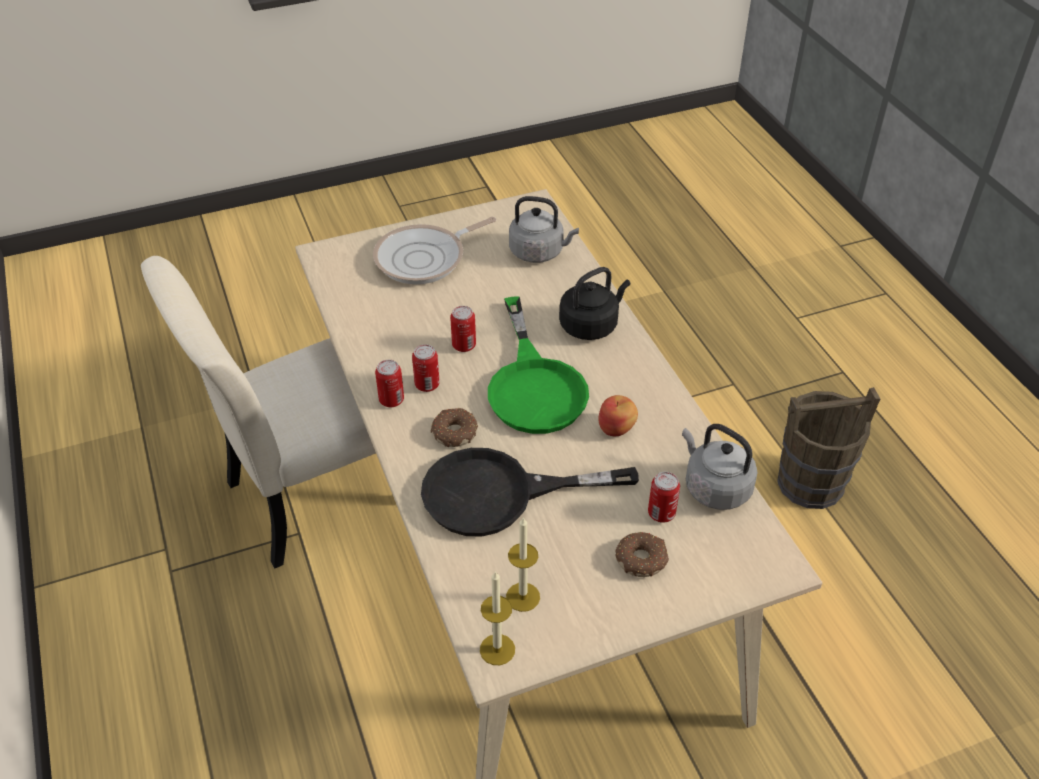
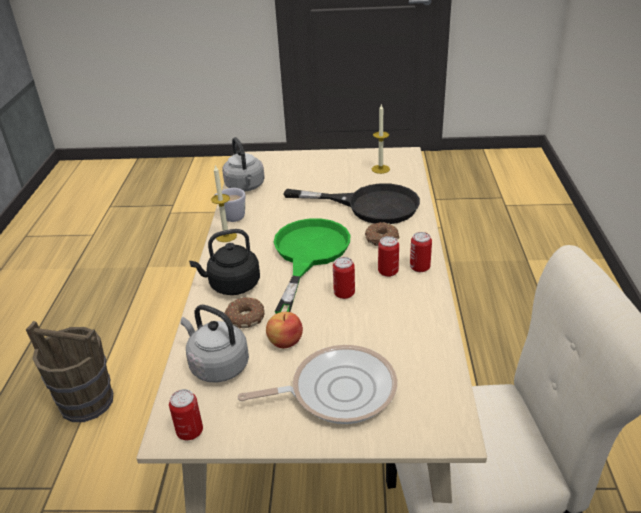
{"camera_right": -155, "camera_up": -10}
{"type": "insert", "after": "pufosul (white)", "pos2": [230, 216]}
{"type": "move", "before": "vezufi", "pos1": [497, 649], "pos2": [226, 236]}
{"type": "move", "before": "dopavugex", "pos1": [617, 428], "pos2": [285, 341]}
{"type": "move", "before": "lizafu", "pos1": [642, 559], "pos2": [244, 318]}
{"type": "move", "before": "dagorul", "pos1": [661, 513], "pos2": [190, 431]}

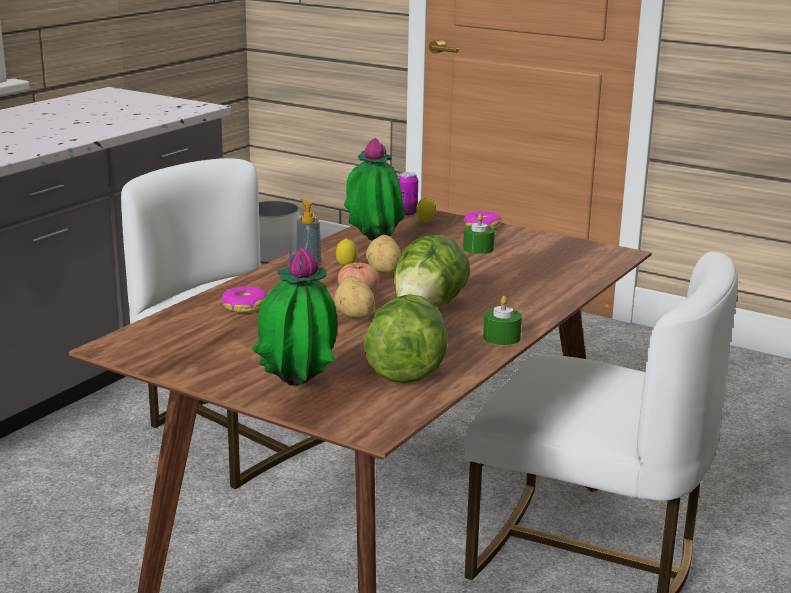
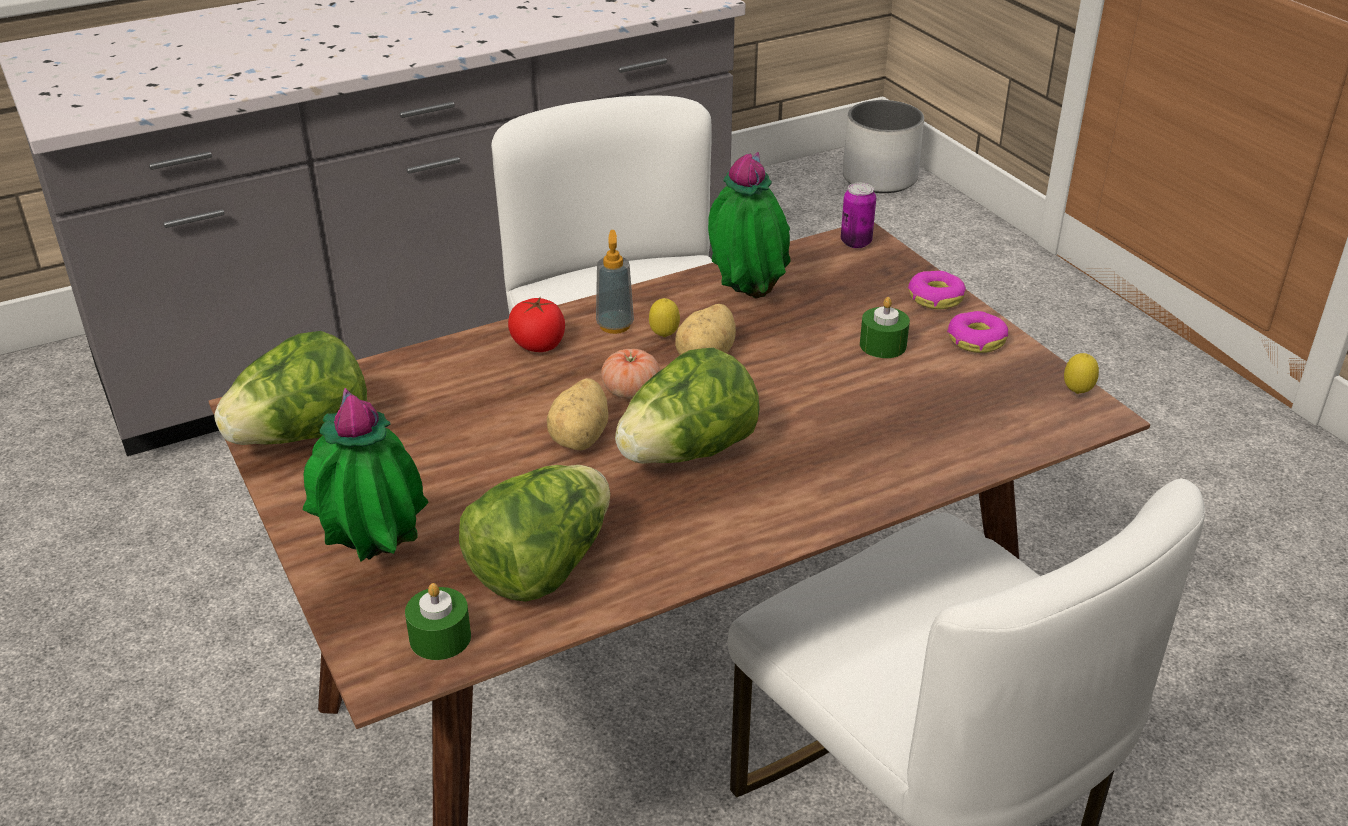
{"camera_right": 30, "camera_up": 15}
{"type": "insert", "after": "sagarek", "pos2": [302, 435]}
{"type": "insert", "after": "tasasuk", "pos2": [538, 345]}
{"type": "move", "before": "lizafu", "pos1": [244, 306], "pos2": [976, 340]}
{"type": "move", "before": "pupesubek", "pos1": [425, 223], "pos2": [1077, 393]}
{"type": "move", "before": "vezufi (green)", "pos1": [501, 337], "pos2": [440, 637]}

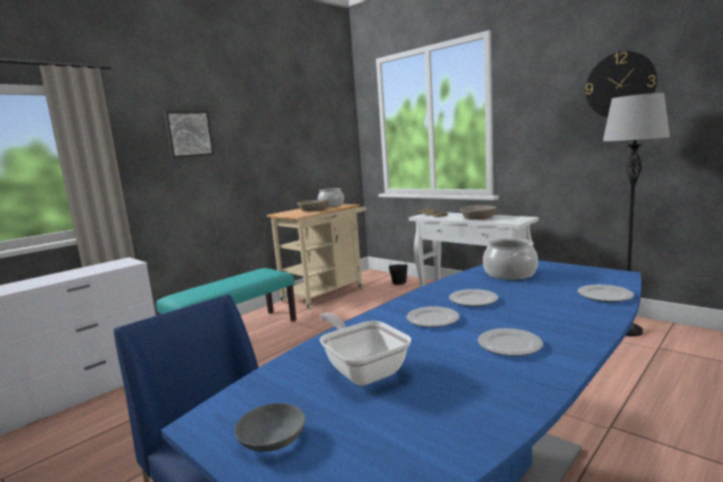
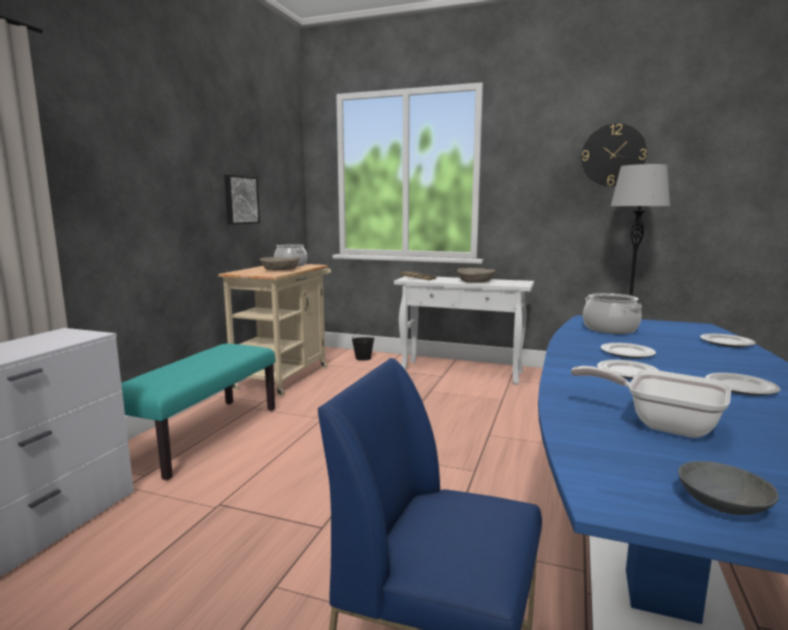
{"camera_right": -25, "camera_up": 0}
{"type": "move", "before": "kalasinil", "pos1": [188, 134], "pos2": [240, 200]}

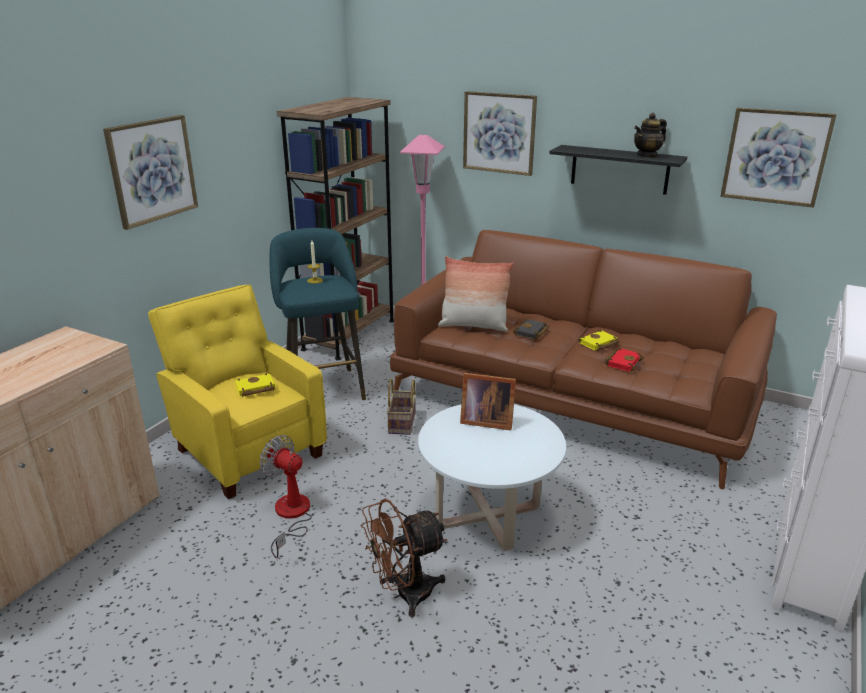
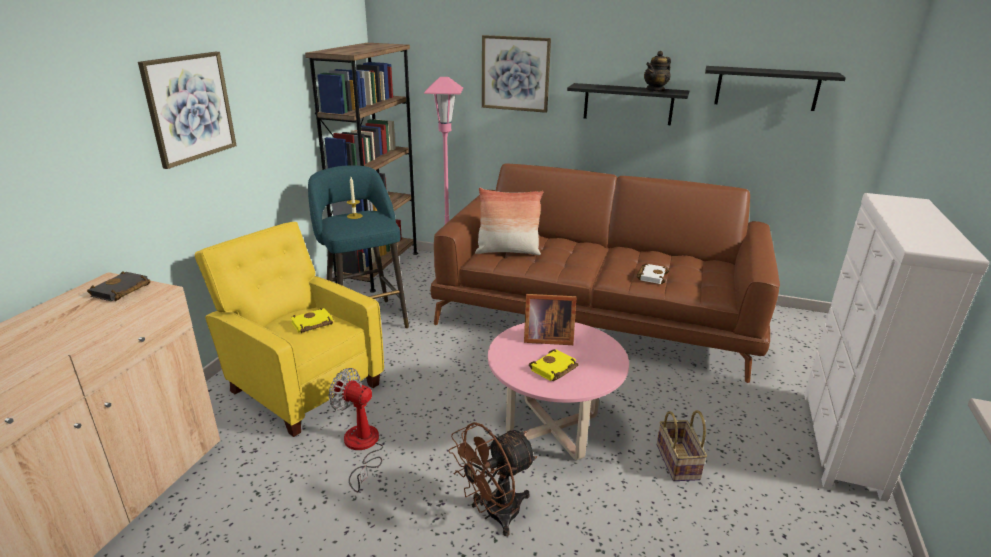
{"camera_right": -10, "camera_up": 0}
{"type": "move", "before": "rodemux", "pos1": [402, 423], "pos2": [679, 463]}
{"type": "move", "before": "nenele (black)", "pos1": [531, 332], "pos2": [121, 291]}
{"type": "move", "before": "nenele (yellow)", "pos1": [598, 344], "pos2": [553, 369]}
{"type": "replace", "before": "kalasinil", "after": "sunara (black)", "pos1": [775, 156], "pos2": [767, 88]}
{"type": "recolor", "before": "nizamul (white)", "after": "nizamul (pink)", "pos1": [488, 516], "pos2": [552, 428]}
{"type": "recolor", "before": "nenele (red)", "after": "nenele (white)", "pos1": [622, 362], "pos2": [651, 276]}

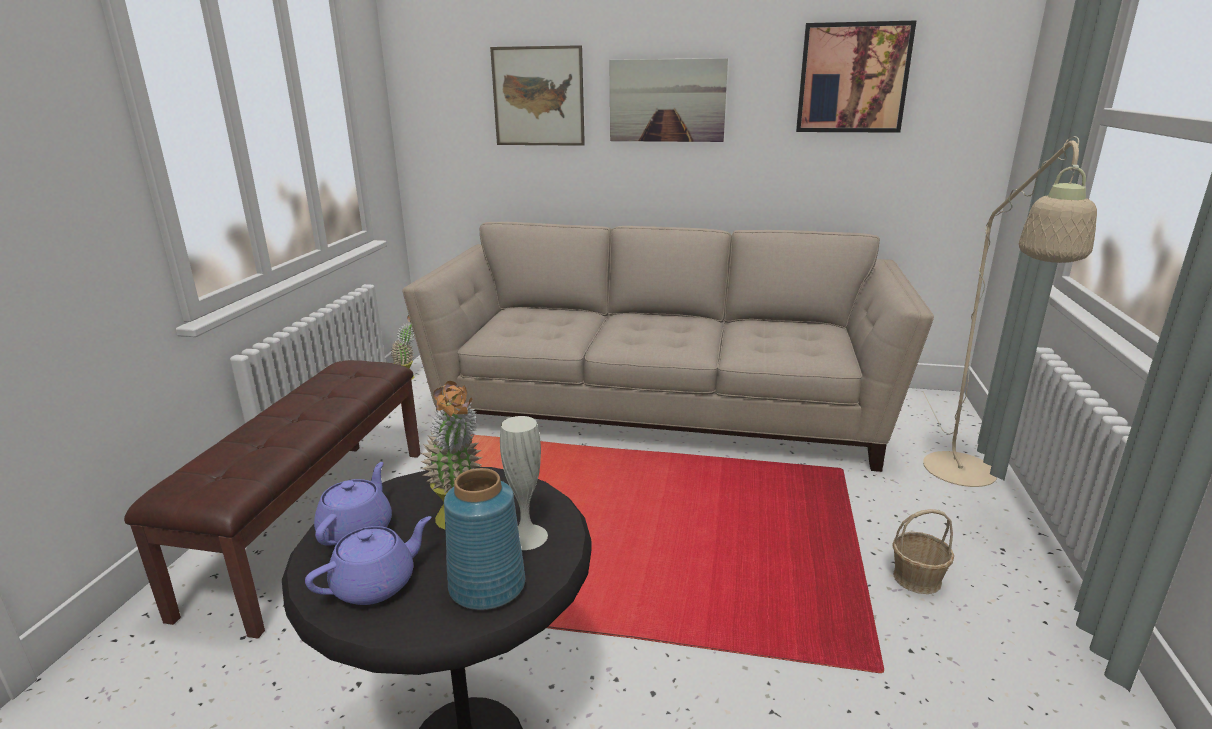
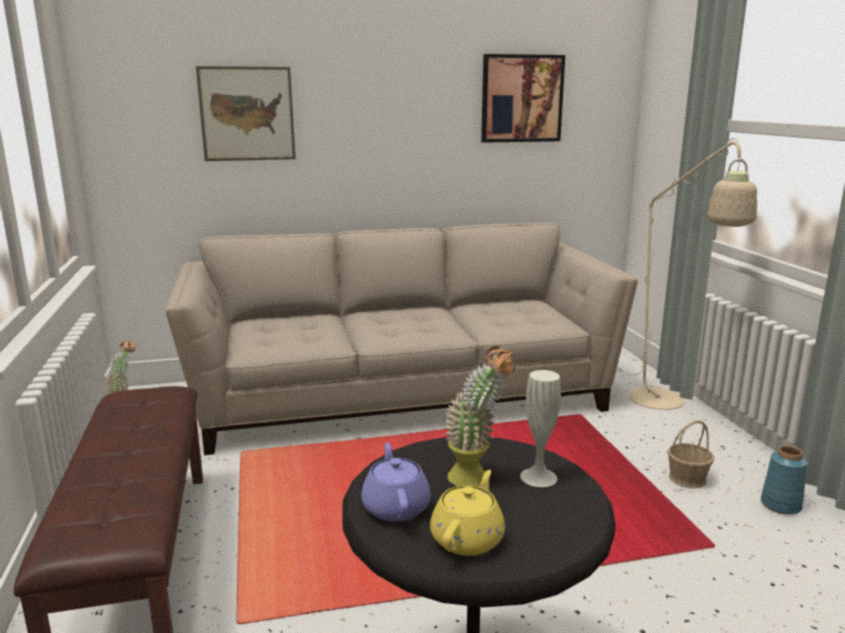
{"camera_right": -25, "camera_up": -5}
{"type": "delete", "before": "kalasinil", "pos1": [667, 100]}
{"type": "move", "before": "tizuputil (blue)", "pos1": [486, 586], "pos2": [780, 505]}
{"type": "recolor", "before": "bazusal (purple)", "after": "bazusal (yellow)", "pos1": [376, 584], "pos2": [468, 538]}

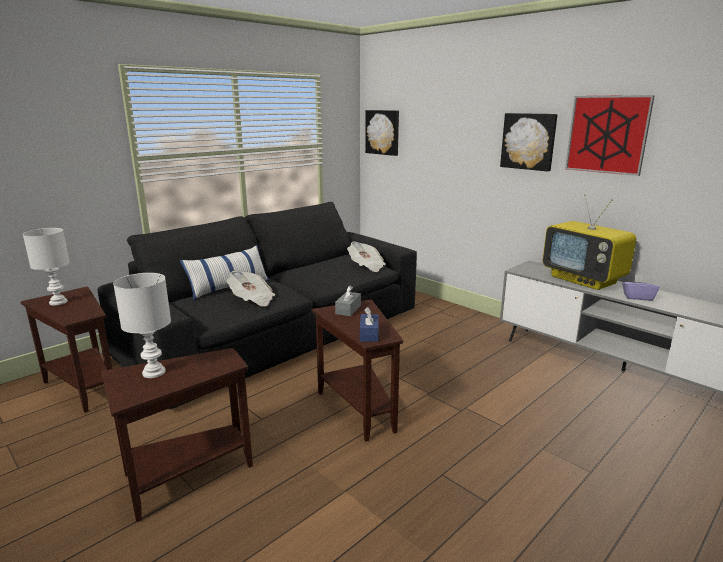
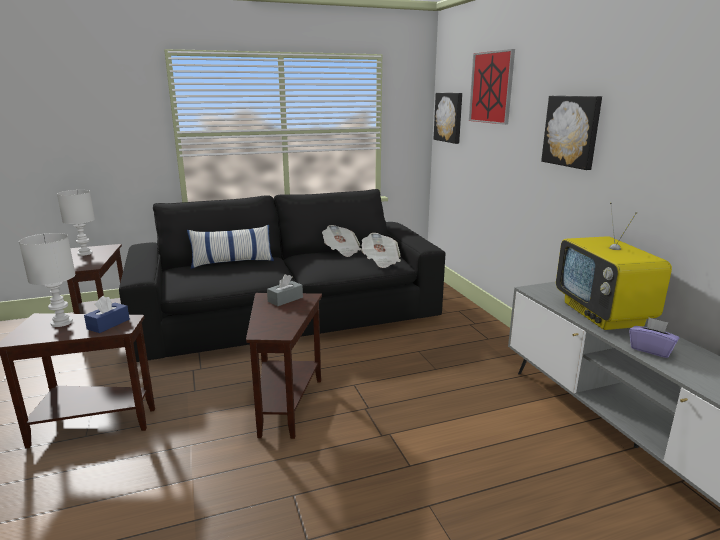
{"camera_right": 25, "camera_up": 0}
{"type": "move", "before": "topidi", "pos1": [252, 300], "pos2": [342, 251]}
{"type": "move", "before": "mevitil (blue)", "pos1": [369, 334], "pos2": [108, 324]}
{"type": "move", "before": "kalasinil", "pos1": [607, 134], "pos2": [491, 87]}

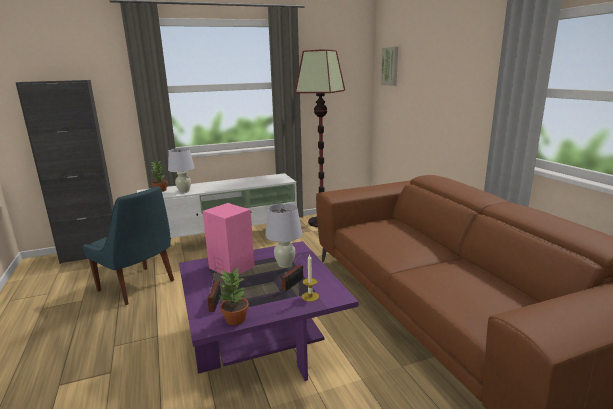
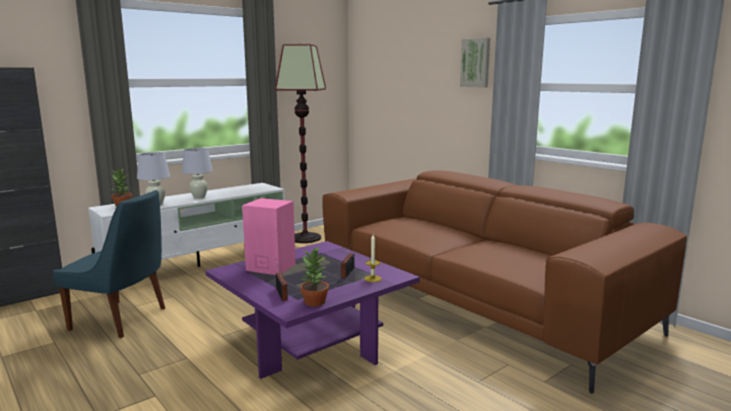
{"camera_right": -20, "camera_up": -5}
{"type": "move", "before": "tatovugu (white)", "pos1": [285, 264], "pos2": [199, 197]}
{"type": "move", "before": "kalasinil", "pos1": [390, 66], "pos2": [476, 63]}

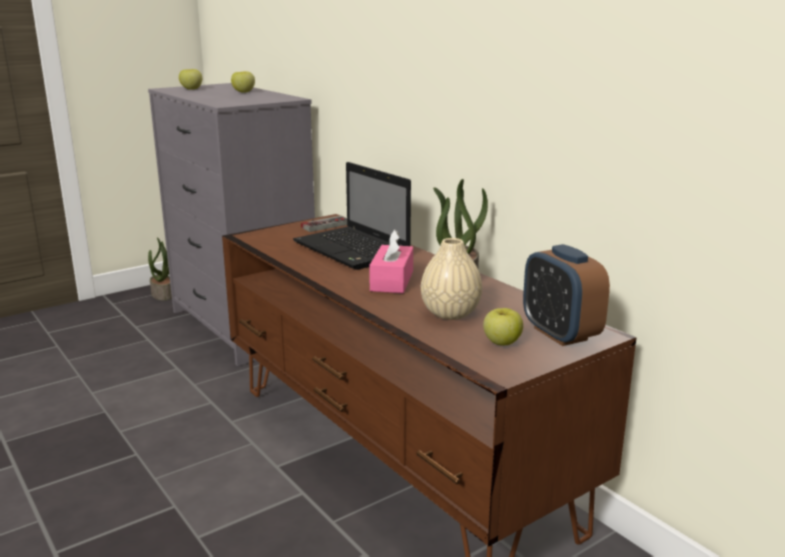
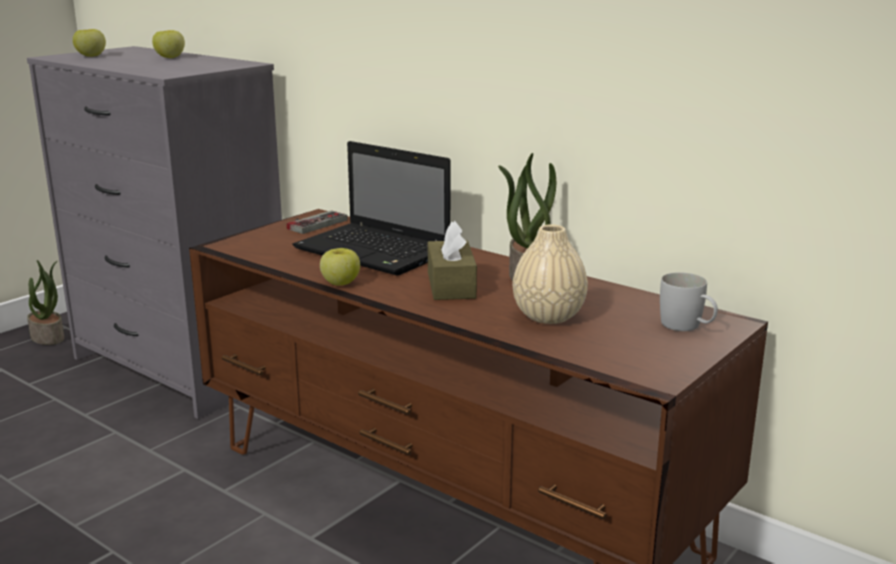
{"camera_right": -15, "camera_up": 0}
{"type": "move", "before": "dopavugex", "pos1": [501, 342], "pos2": [340, 283]}
{"type": "replace", "before": "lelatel", "after": "pufosul (white)", "pos1": [560, 334], "pos2": [687, 327]}
{"type": "recolor", "before": "mevitil (pink)", "after": "mevitil (brown)", "pos1": [392, 281], "pos2": [451, 285]}

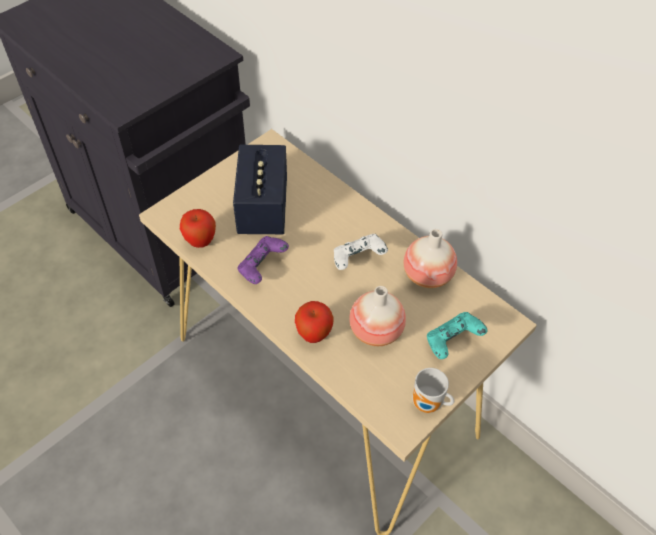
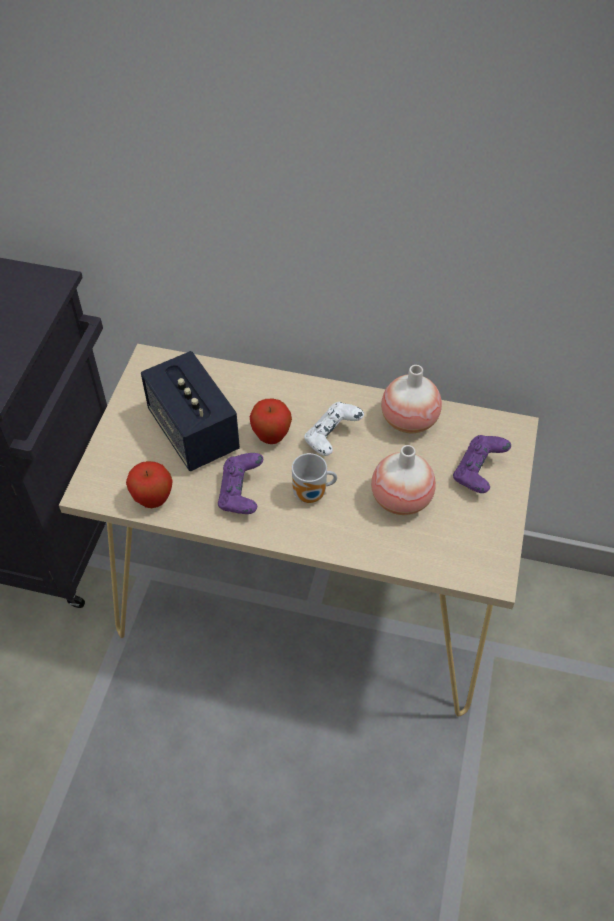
{"camera_right": -30, "camera_up": 0}
{"type": "move", "before": "dopavugex", "pos1": [314, 334], "pos2": [271, 436]}
{"type": "move", "before": "pufosul", "pos1": [428, 405], "pos2": [312, 495]}
{"type": "recolor", "before": "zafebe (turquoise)", "after": "zafebe (purple)", "pos1": [452, 342], "pos2": [478, 473]}

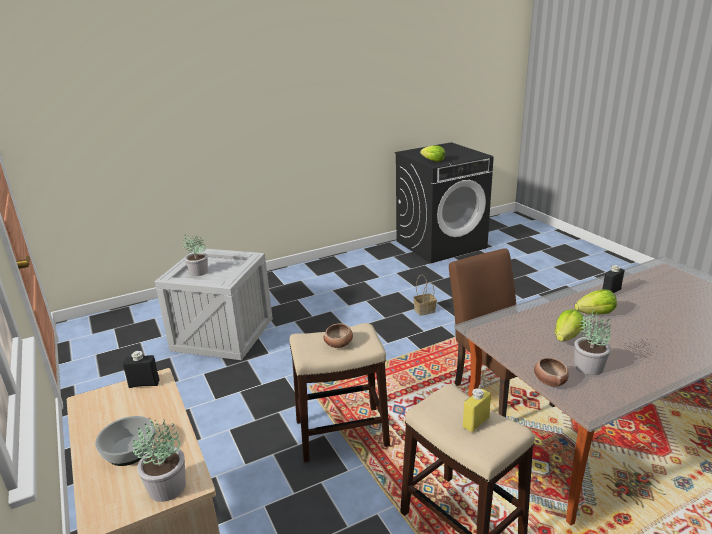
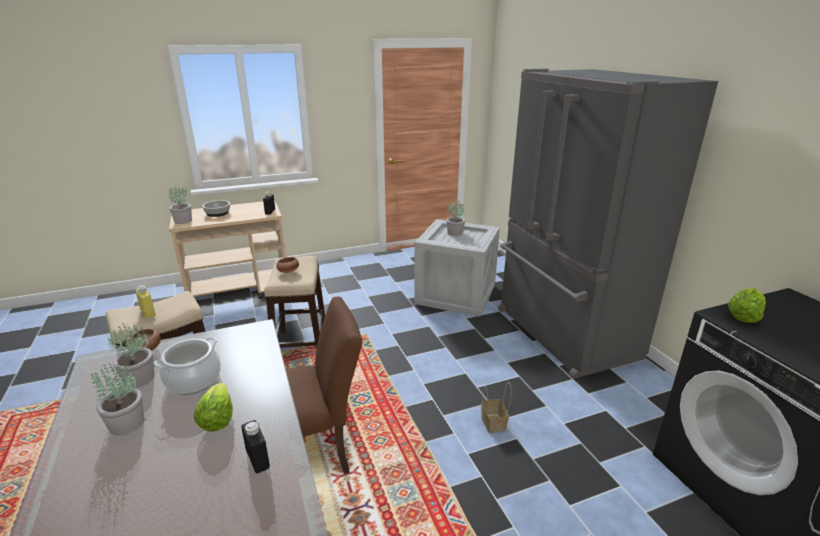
{"camera_right": 95, "camera_up": 0}
{"type": "insert", "after": "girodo", "pos2": [126, 424]}
{"type": "insert", "after": "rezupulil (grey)", "pos2": [563, 333]}
{"type": "replace", "before": "sagarek", "after": "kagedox", "pos1": [567, 337], "pos2": [193, 380]}

